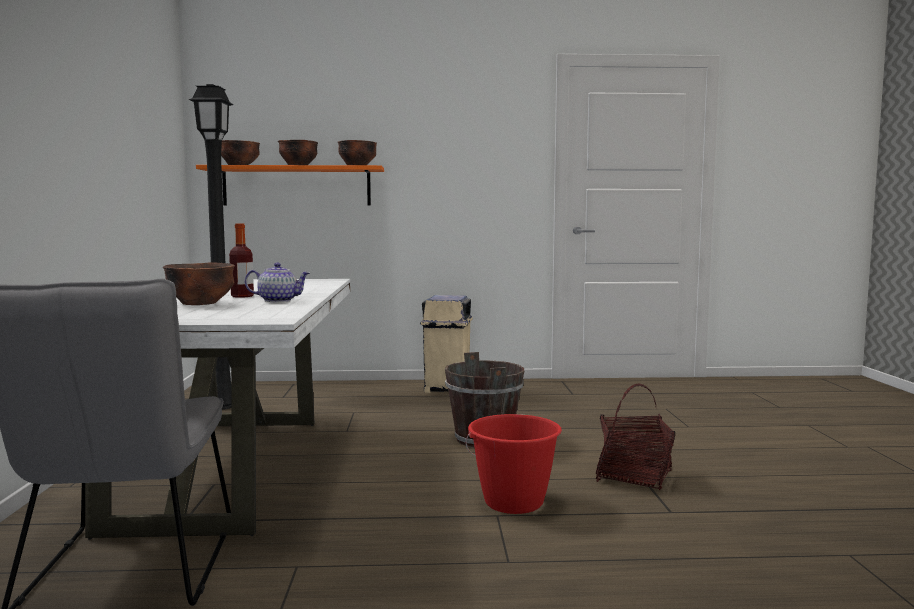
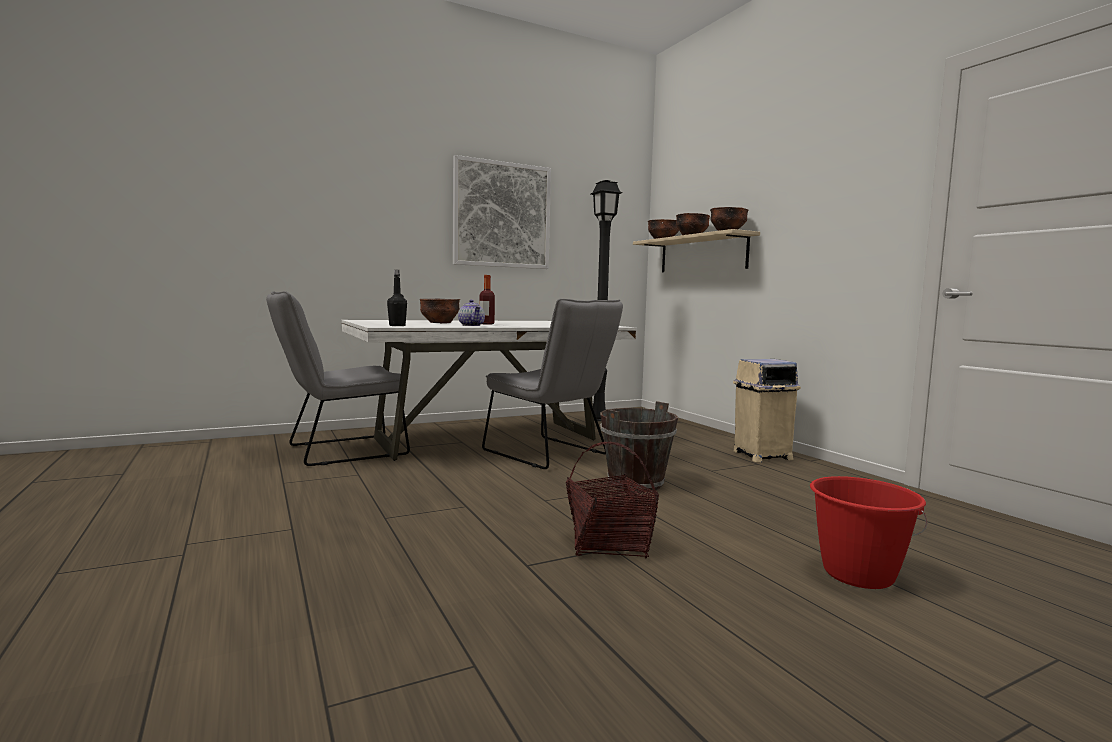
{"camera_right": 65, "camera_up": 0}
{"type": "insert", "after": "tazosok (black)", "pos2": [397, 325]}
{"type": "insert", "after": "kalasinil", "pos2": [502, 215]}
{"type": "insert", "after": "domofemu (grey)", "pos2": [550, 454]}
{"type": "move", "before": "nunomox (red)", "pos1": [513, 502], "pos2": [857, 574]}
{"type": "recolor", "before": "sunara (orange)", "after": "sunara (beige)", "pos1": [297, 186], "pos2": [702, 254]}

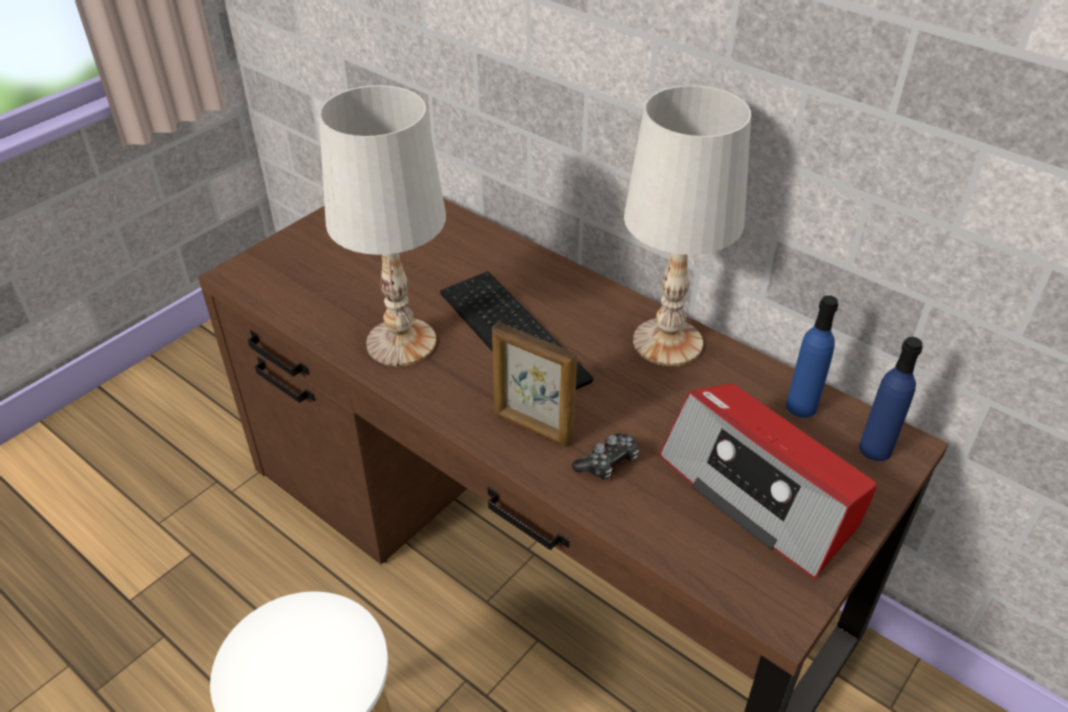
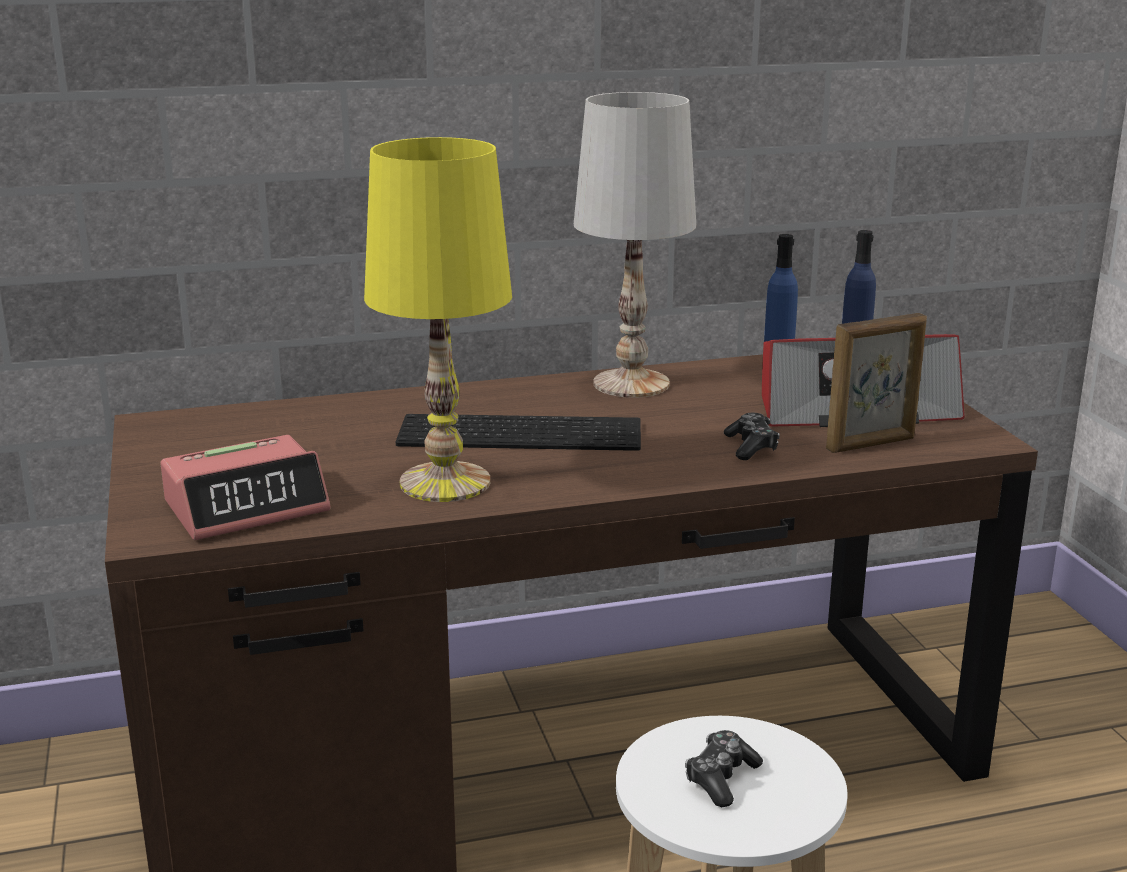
{"camera_right": -55, "camera_up": -20}
{"type": "insert", "after": "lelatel", "pos2": [247, 506]}
{"type": "insert", "after": "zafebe", "pos2": [721, 778]}
{"type": "move", "before": "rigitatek", "pos1": [532, 428], "pos2": [871, 444]}
{"type": "recolor", "before": "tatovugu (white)", "after": "tatovugu (yellow)", "pos1": [400, 342], "pos2": [444, 483]}

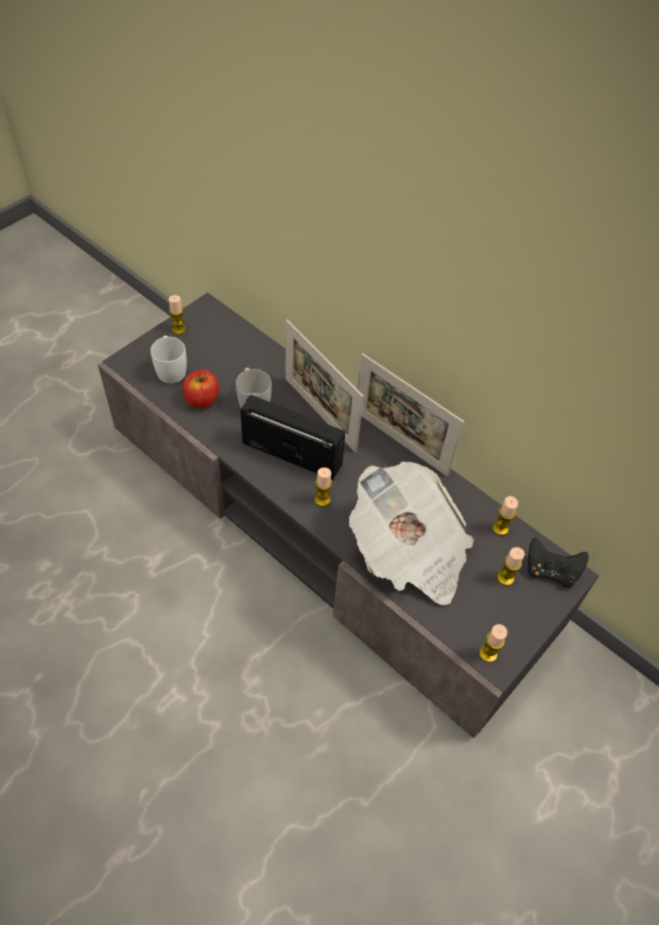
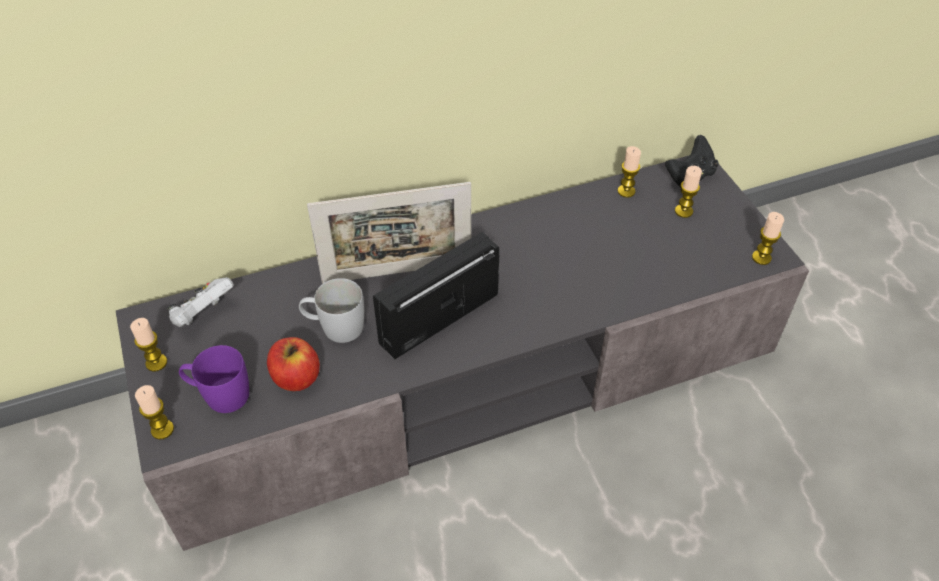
{"camera_right": -60, "camera_up": -5}
{"type": "delete", "before": "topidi", "pos1": [409, 551]}
{"type": "delete", "before": "rigitatek", "pos1": [400, 442]}
{"type": "insert", "after": "zafebe (white)", "pos2": [203, 315]}
{"type": "move", "before": "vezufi", "pos1": [322, 499], "pos2": [162, 429]}
{"type": "recolor", "before": "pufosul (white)", "after": "pufosul (purple)", "pos1": [170, 368], "pos2": [219, 394]}

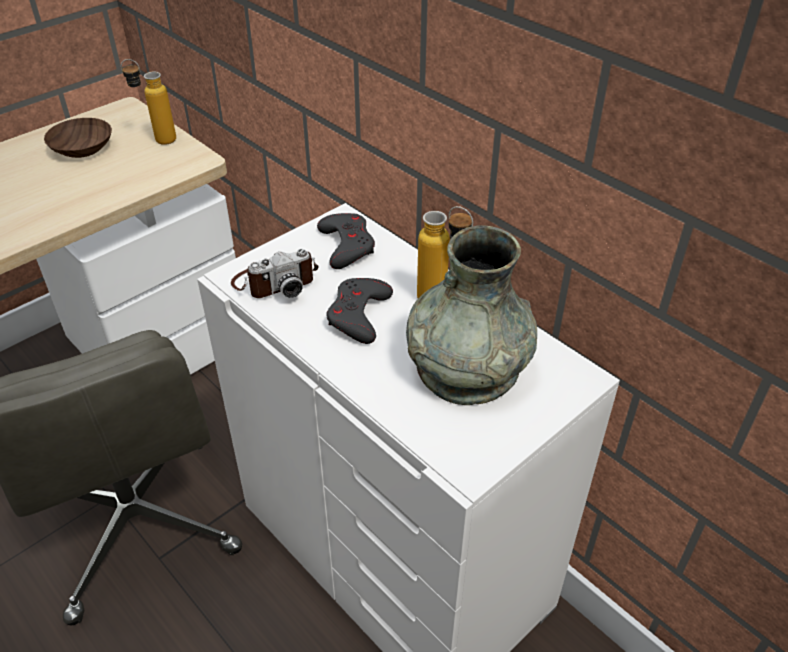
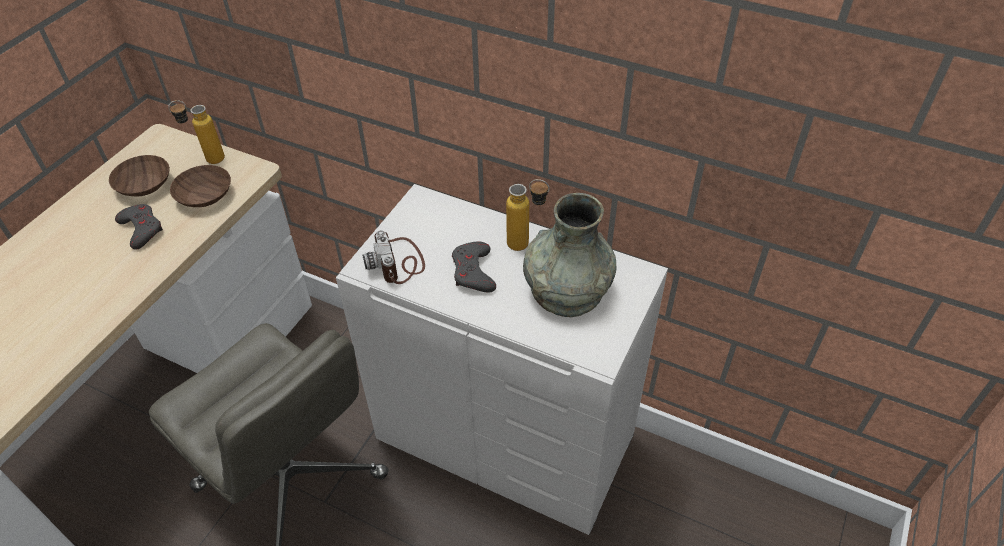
{"camera_right": -20, "camera_up": 5}
{"type": "insert", "after": "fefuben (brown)", "pos2": [203, 195]}
{"type": "move", "before": "zafebe (grey)", "pos1": [346, 245], "pos2": [141, 229]}
{"type": "rotate", "before": "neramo", "pos1": [275, 281], "pos2": [398, 263], "turn": 120}

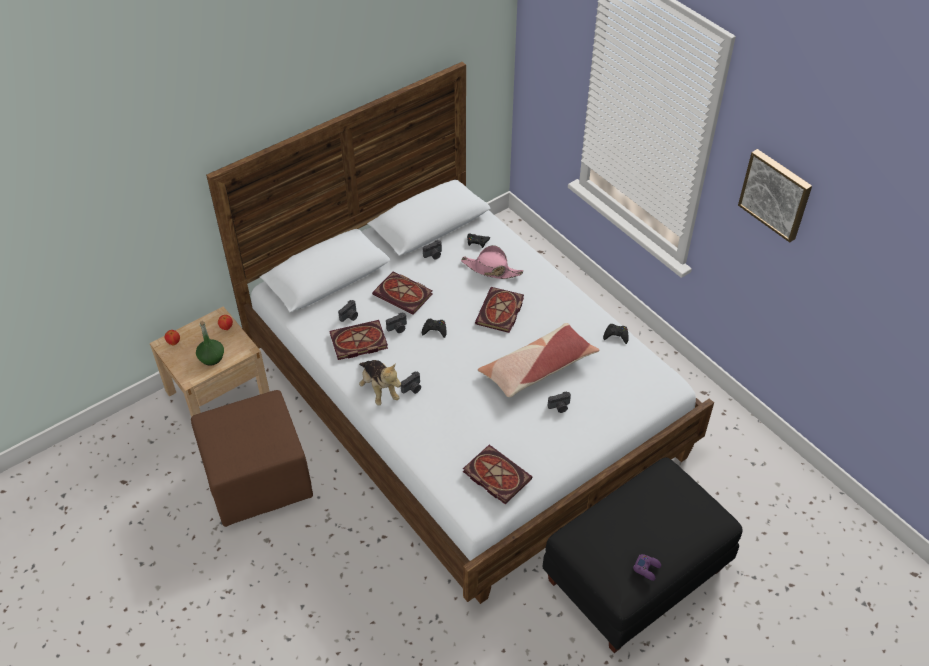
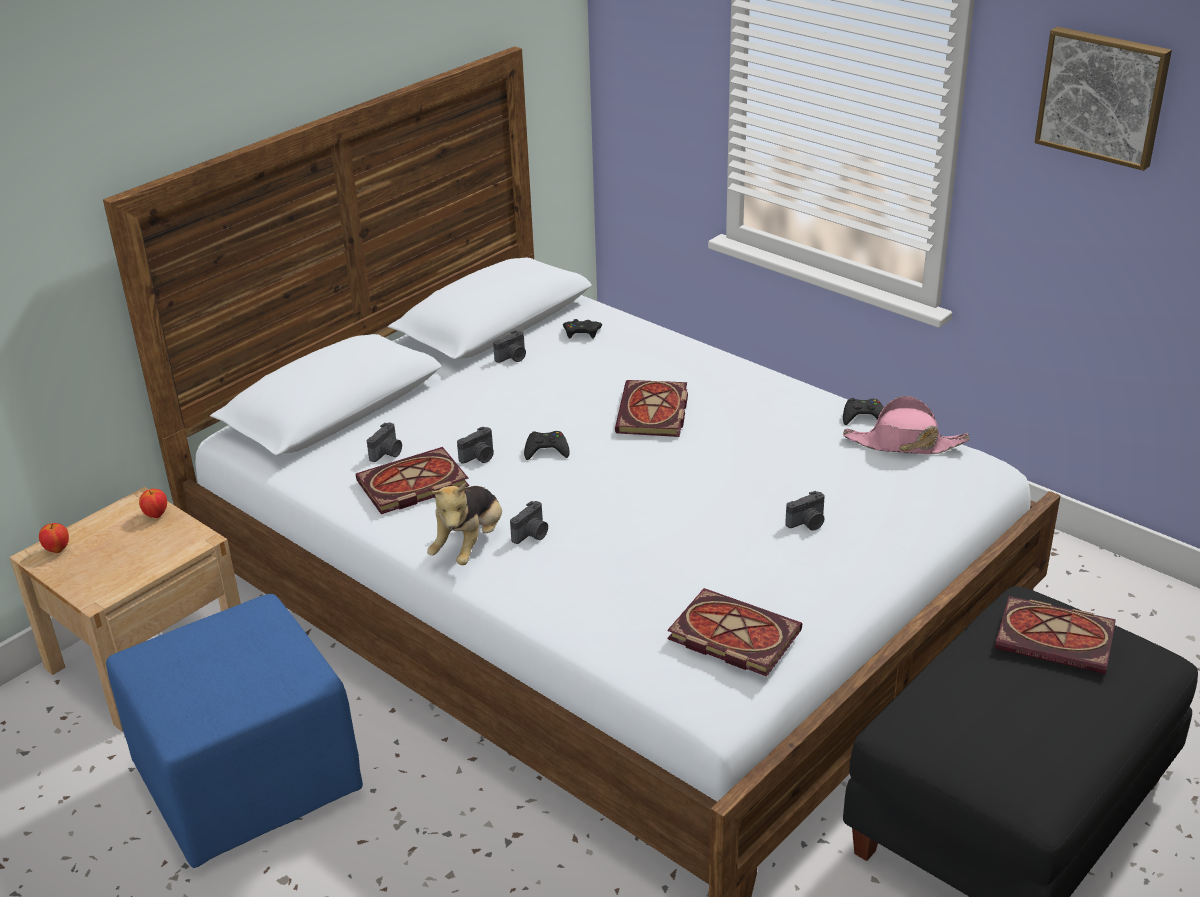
{"camera_right": -10, "camera_up": -15}
{"type": "delete", "before": "tazosok (green)", "pos1": [211, 357]}
{"type": "delete", "before": "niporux", "pos1": [537, 368]}
{"type": "delete", "before": "zafebe (purple)", "pos1": [647, 568]}
{"type": "move", "before": "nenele", "pos1": [404, 295], "pos2": [1058, 638]}
{"type": "move", "before": "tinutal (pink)", "pos1": [491, 269], "pos2": [904, 443]}
{"type": "recolor", "before": "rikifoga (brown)", "after": "rikifoga (blue)", "pos1": [259, 479], "pos2": [249, 779]}
{"type": "rotate", "before": "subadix", "pos1": [379, 389], "pos2": [470, 545], "turn": 60}

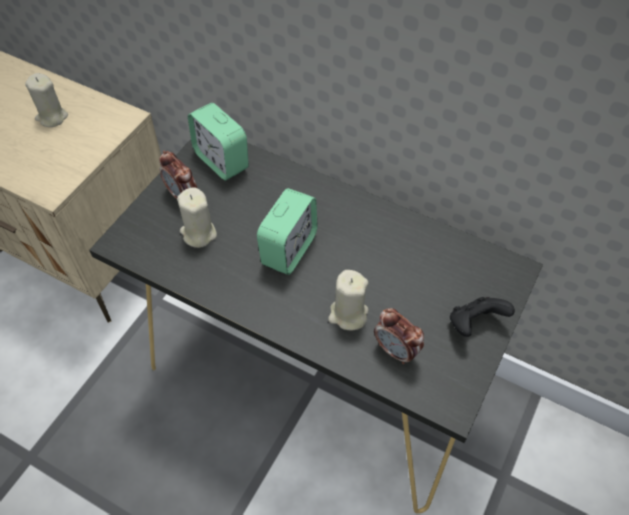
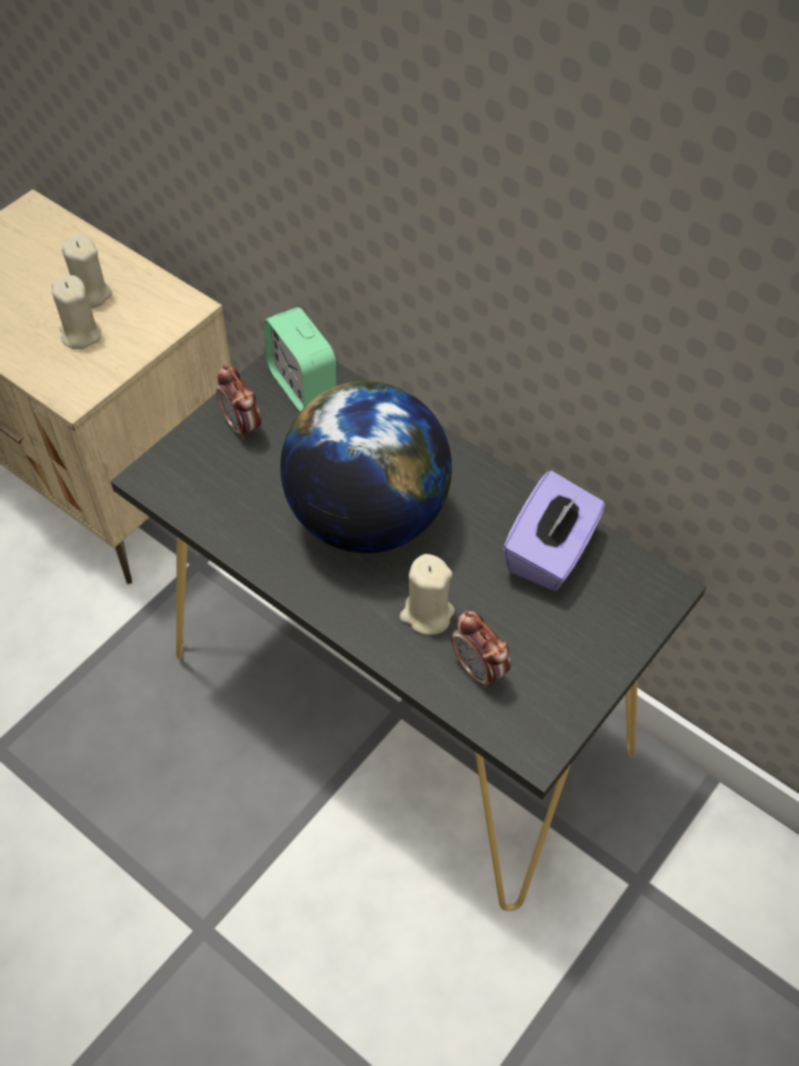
{"camera_right": 10, "camera_up": 0}
{"type": "delete", "before": "zafebe (black)", "pos1": [474, 324]}
{"type": "insert", "after": "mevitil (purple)", "pos2": [550, 553]}
{"type": "move", "before": "vezufi (beige)", "pos1": [198, 233], "pos2": [80, 334]}
{"type": "replace", "before": "lelatel", "after": "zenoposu", "pos1": [289, 249], "pos2": [368, 518]}

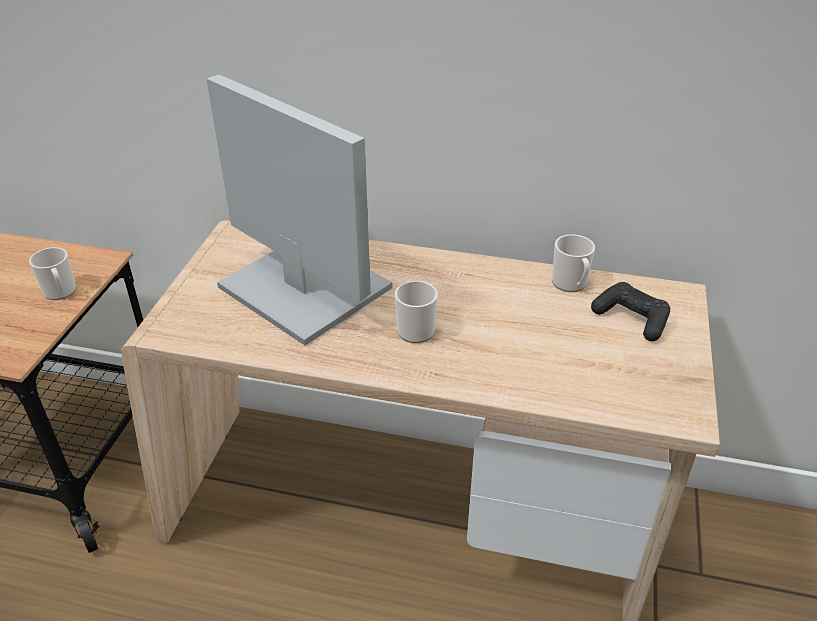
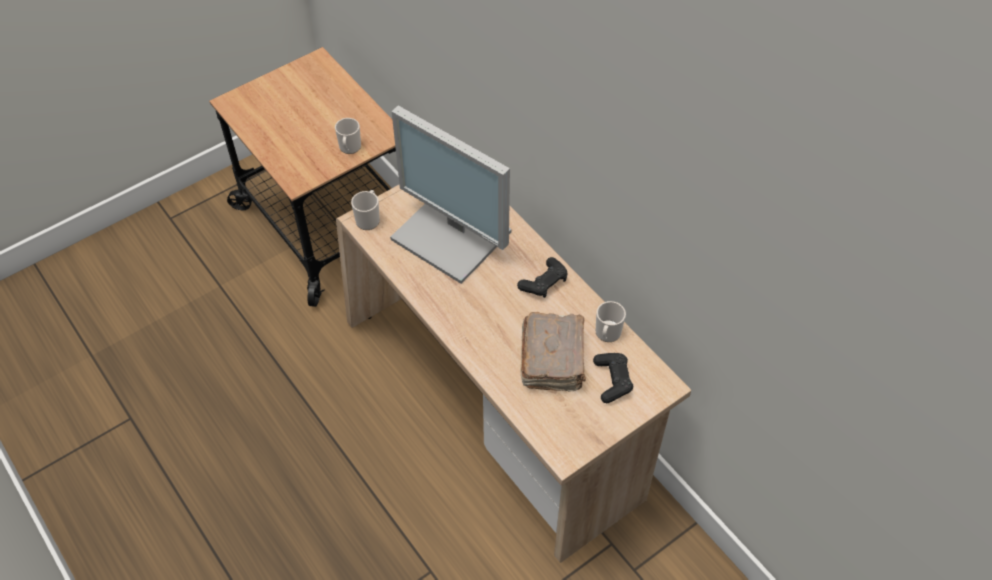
{"camera_right": 40, "camera_up": 15}
{"type": "insert", "after": "zafebe (black)", "pos2": [544, 283]}
{"type": "insert", "after": "nenele (brown)", "pos2": [553, 359]}
{"type": "move", "before": "pufosul", "pos1": [414, 328], "pos2": [369, 219]}
{"type": "rotate", "before": "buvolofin", "pos1": [301, 287], "pos2": [454, 235], "turn": 135}

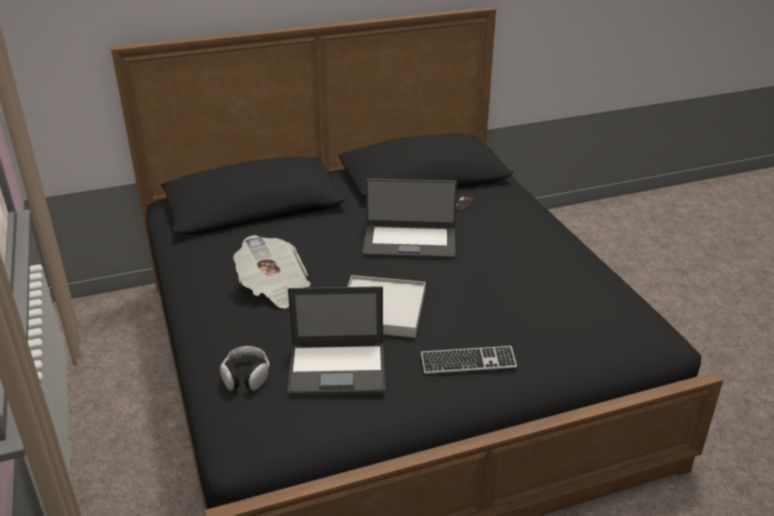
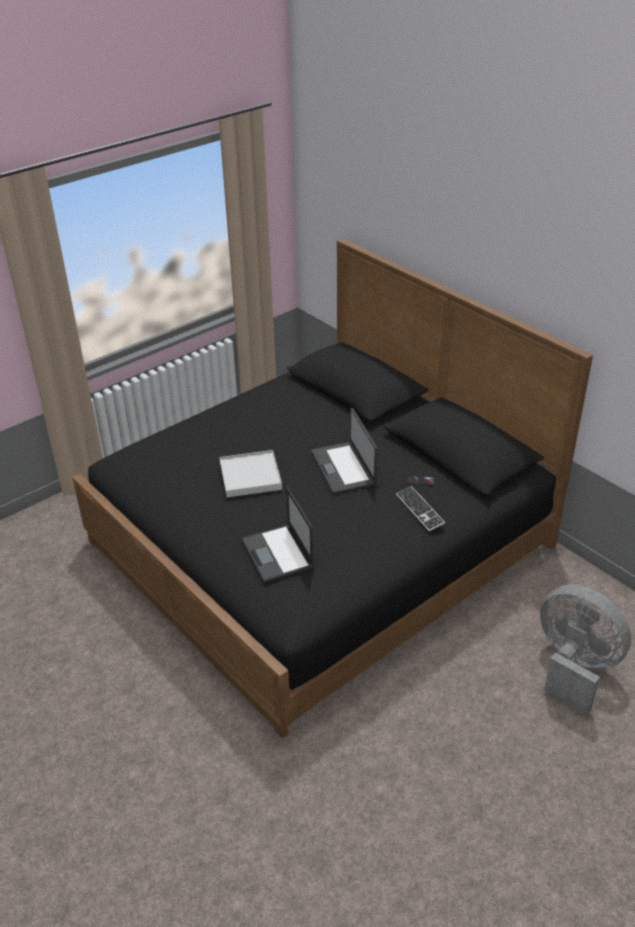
{"camera_right": 70, "camera_up": 5}
{"type": "delete", "before": "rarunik", "pos1": [245, 376]}
{"type": "delete", "before": "topidi", "pos1": [274, 288]}
{"type": "insert", "after": "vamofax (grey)", "pos2": [574, 667]}
{"type": "move", "before": "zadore", "pos1": [338, 369], "pos2": [278, 554]}
{"type": "move", "before": "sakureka", "pos1": [468, 362], "pos2": [419, 509]}

